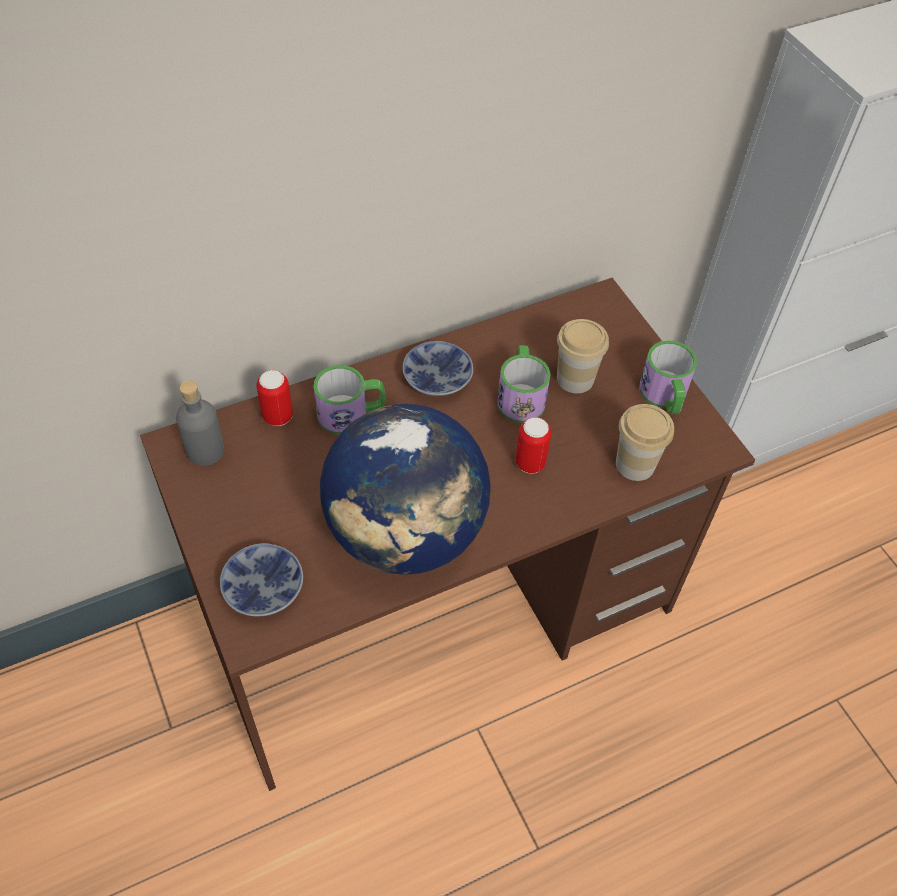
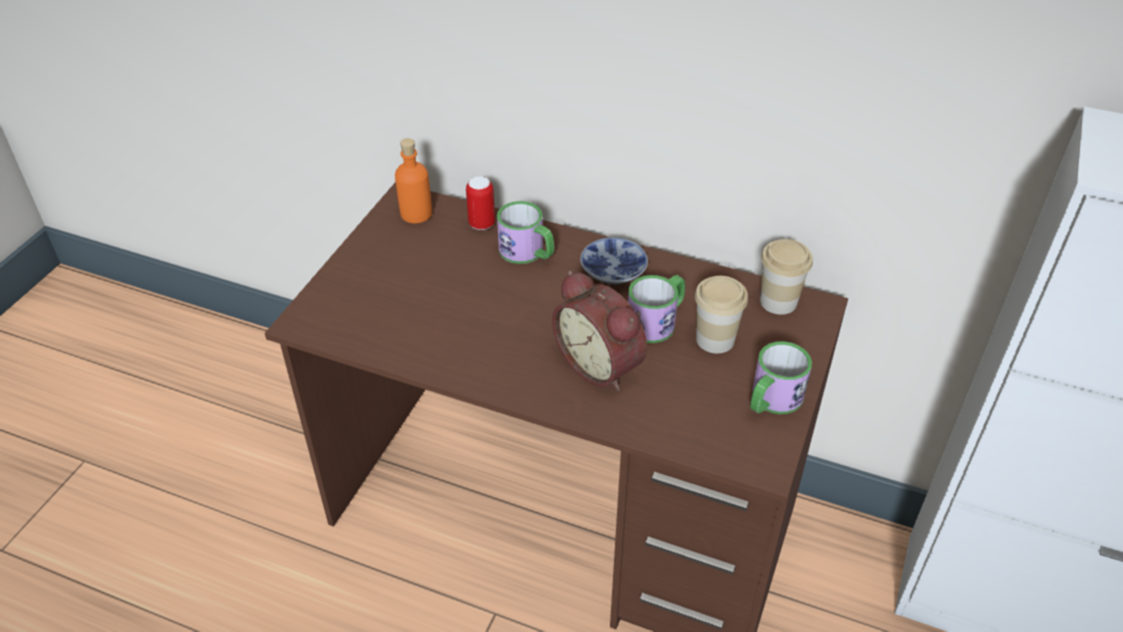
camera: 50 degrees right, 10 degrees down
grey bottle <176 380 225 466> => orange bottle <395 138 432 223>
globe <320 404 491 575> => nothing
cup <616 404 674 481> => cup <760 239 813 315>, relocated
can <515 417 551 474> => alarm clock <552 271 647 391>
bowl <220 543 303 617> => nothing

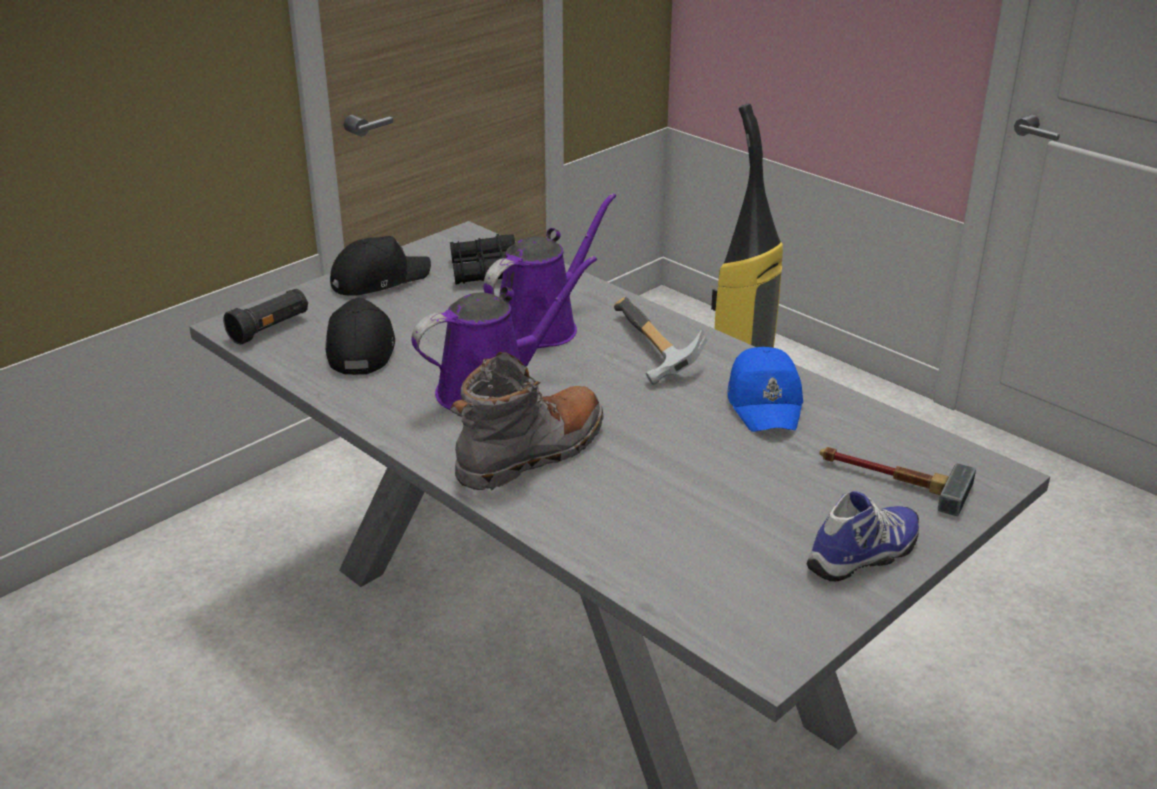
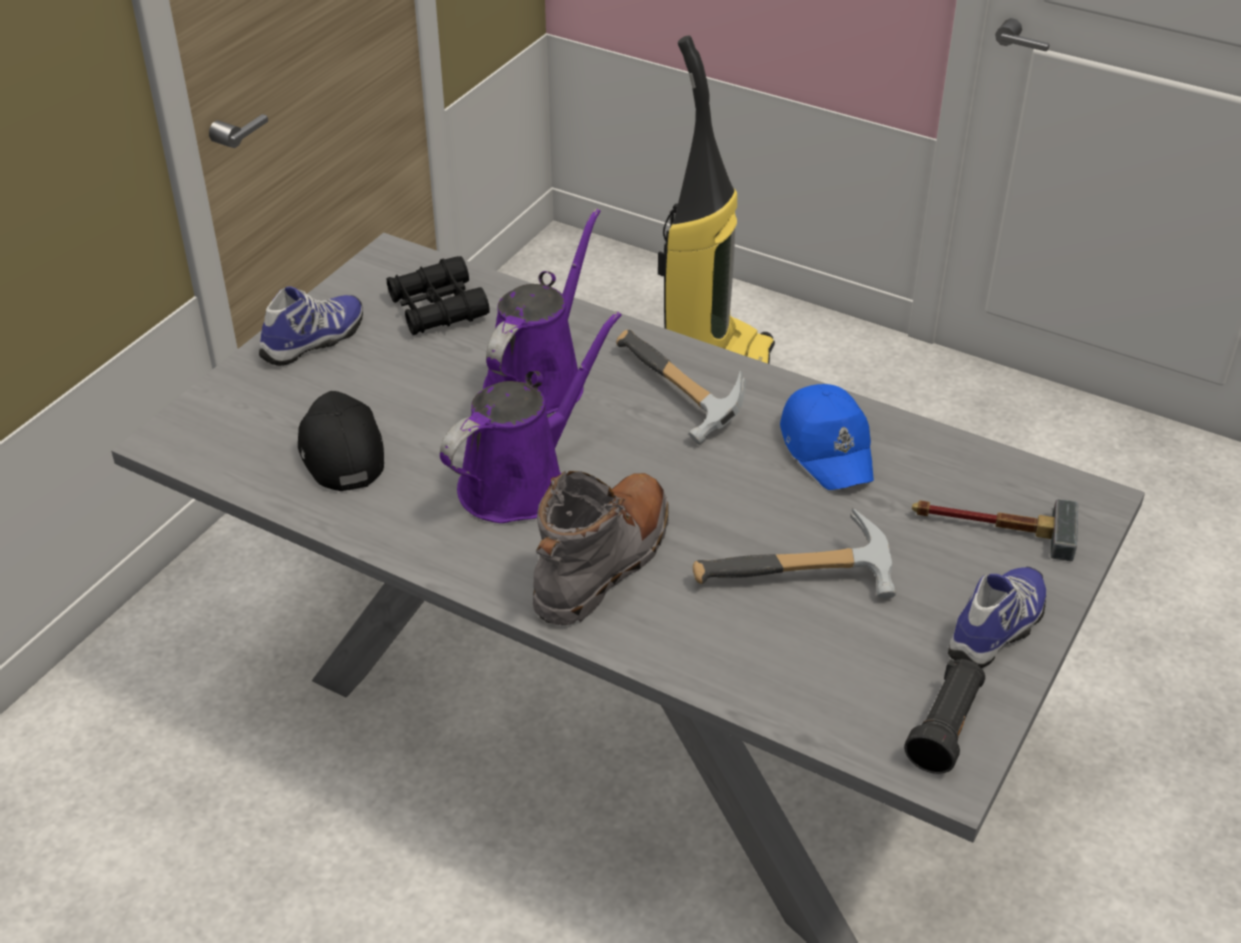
camera: 15 degrees left, 10 degrees up
black cap <330 236 431 296> => shoe <259 287 363 366>
black flashlight <223 289 308 345> => black flashlight <904 659 985 774>, relocated
nothing => hammer <693 508 896 599>

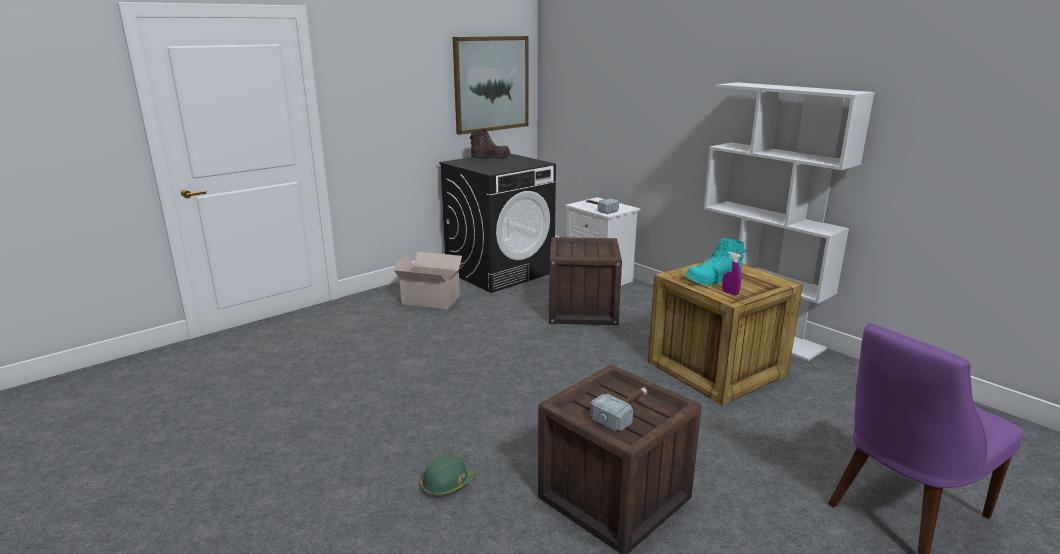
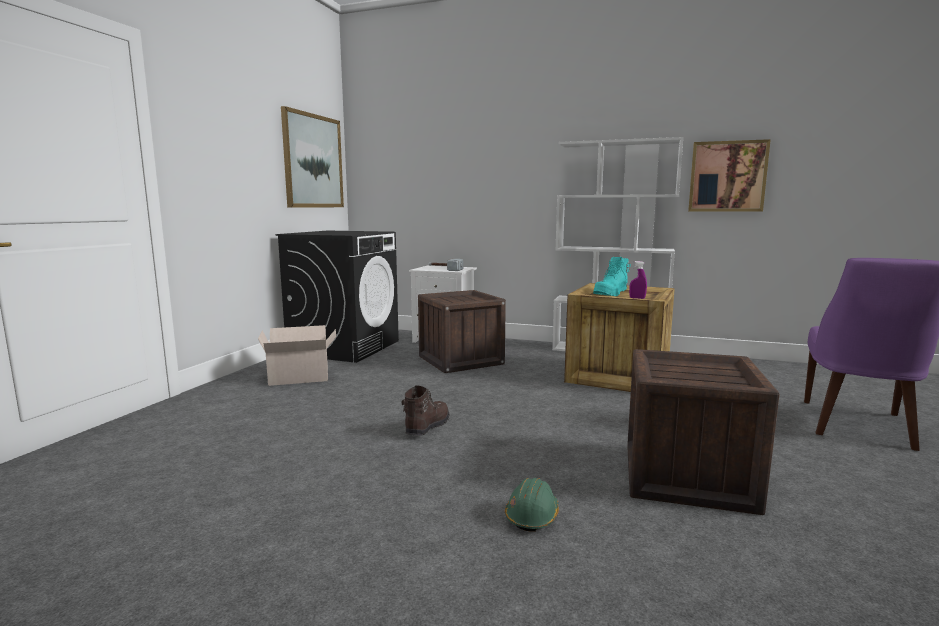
camera: 30 degrees left, 10 degrees down
brown boot <470 129 511 159> => brown boot <402 385 449 436>, relocated
hammer <590 387 647 431> => nothing
nothing => picture <688 139 771 212>

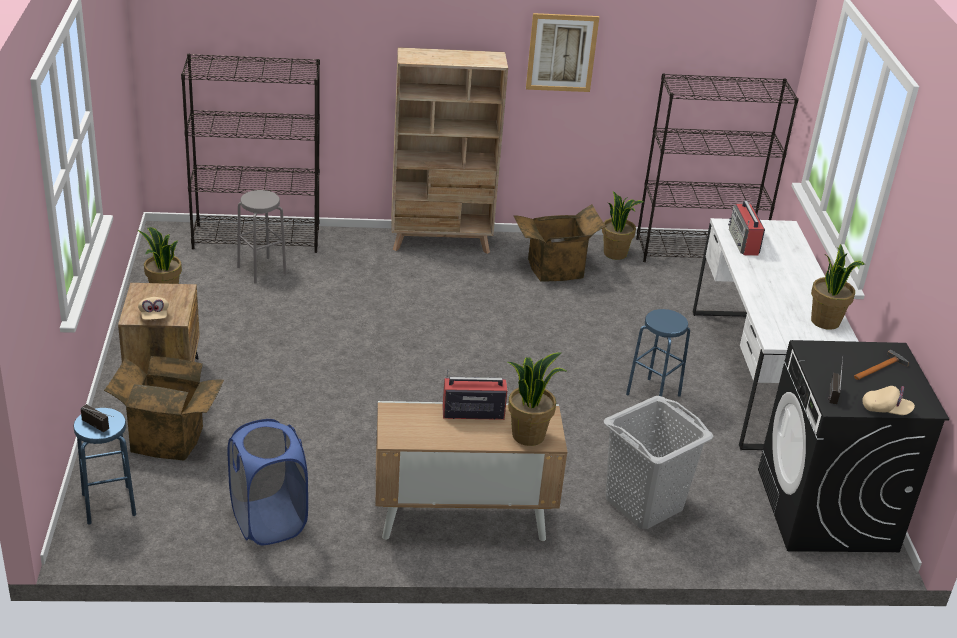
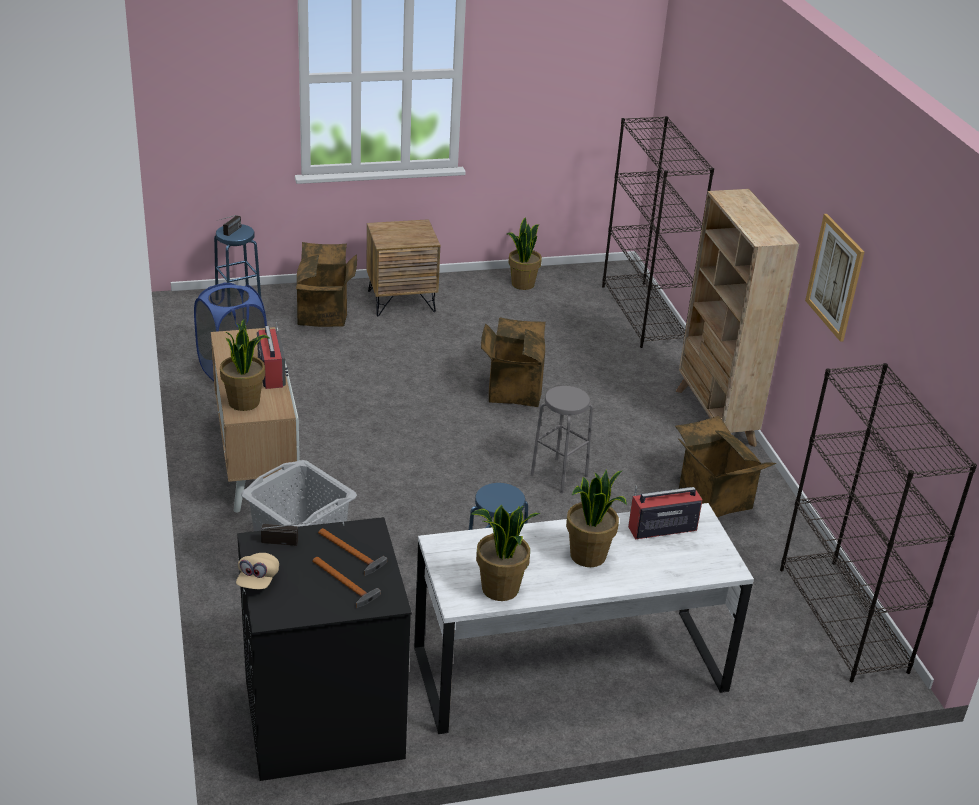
camera: 80 degrees right, 0 degrees up
grey stool <237 190 287 284> => grey stool <531 386 593 493>, relocated
potted plant <602 191 644 260> => potted plant <566 470 627 567>, relocated
beige cap <138 297 169 320> => nothing
nothing => cardboard box <481 317 546 407>
nothing => hammer <318 528 387 576>

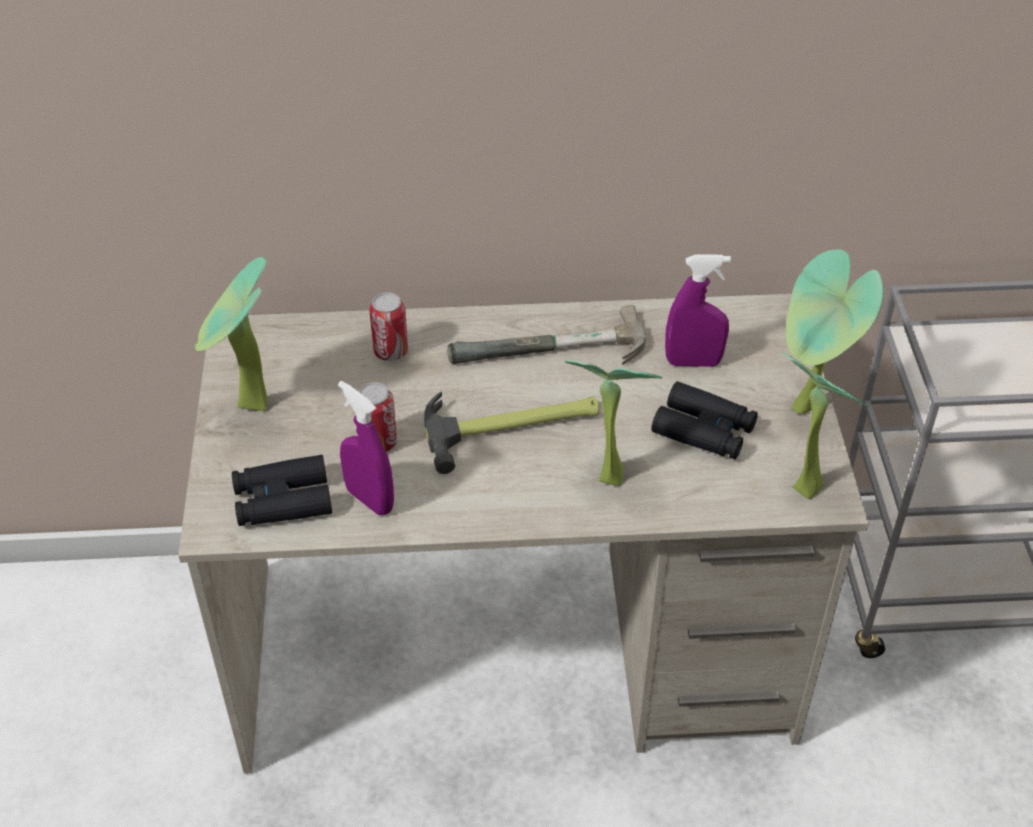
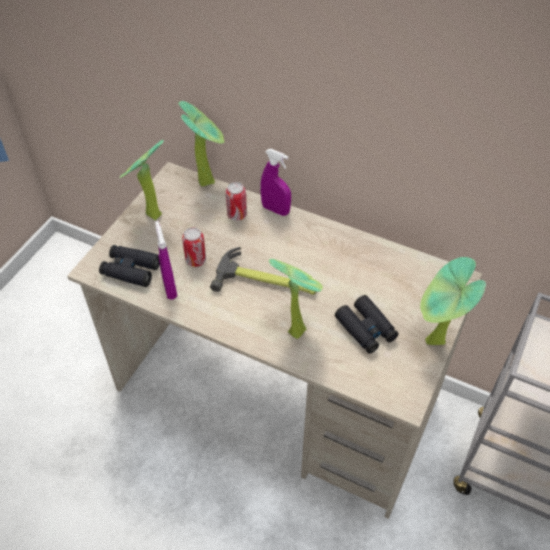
camera: 30 degrees right, 5 degrees up
purple spray bottle <665 254 731 367> => purple spray bottle <260 149 291 216>, relocated
hammer <447 305 646 365> => nothing
potted plant <782 352 868 499> => potted plant <178 101 225 186>, relocated

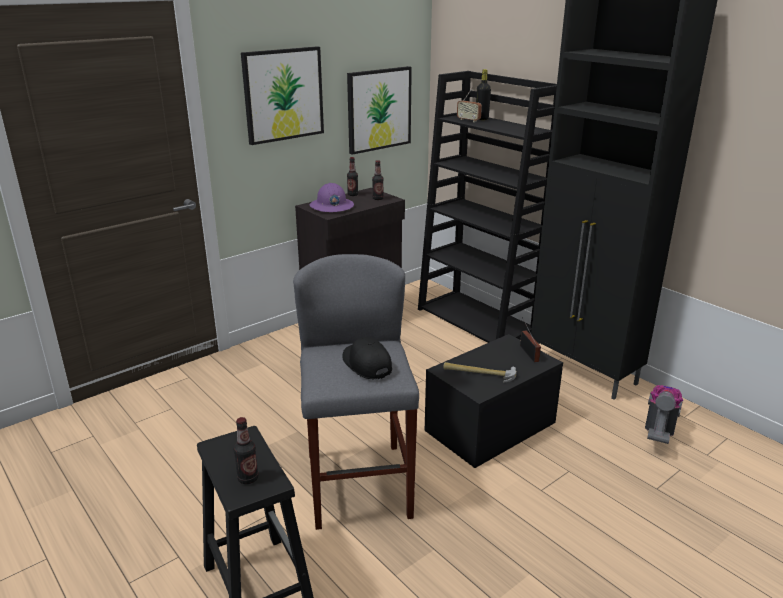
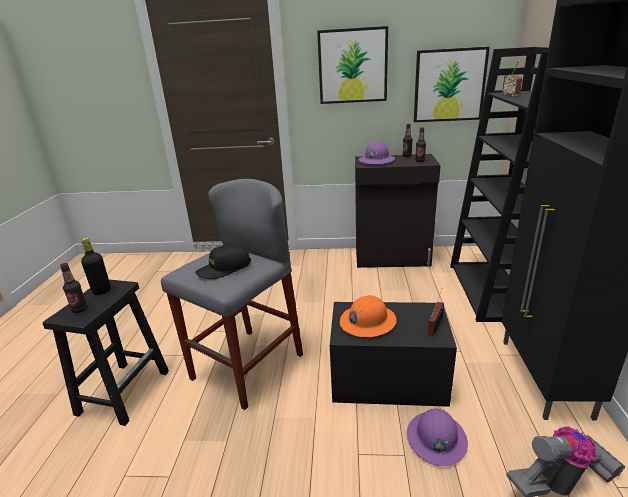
camera: 45 degrees right, 0 degrees up
black bottle <476 69 491 120> => black bottle <81 238 111 295>, relocated
black cap <342 337 392 380> => black cap <195 244 251 279>, 135 degrees counterclockwise
hammer <443 362 517 382> => orange hard hat <340 295 397 337>
nothing => purple hard hat <407 408 468 466>

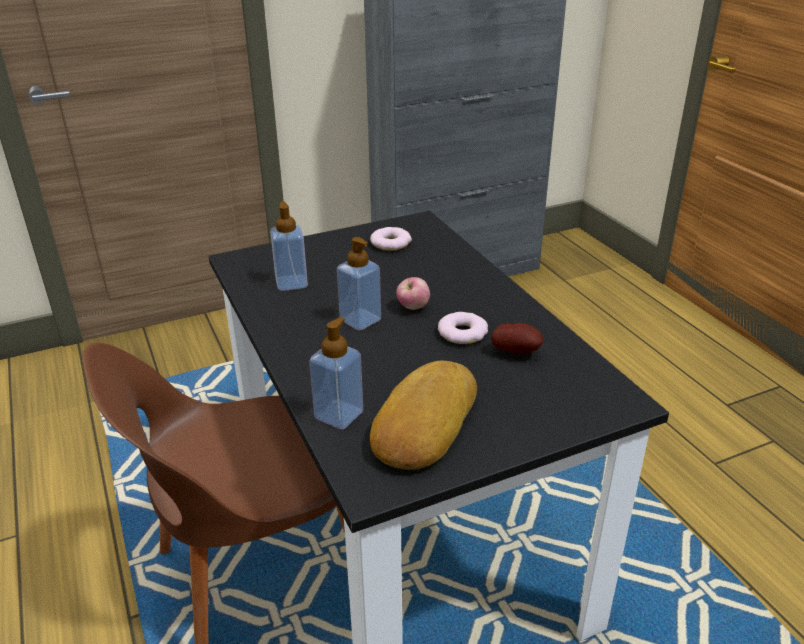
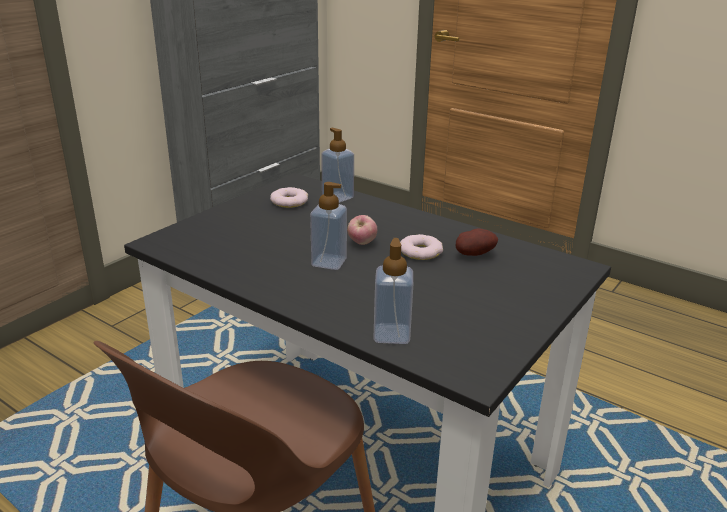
camera: 30 degrees left, 5 degrees down
soap dispenser <270 202 308 291> => soap dispenser <321 128 354 203>, relocated
bread <370 361 477 470> => nothing

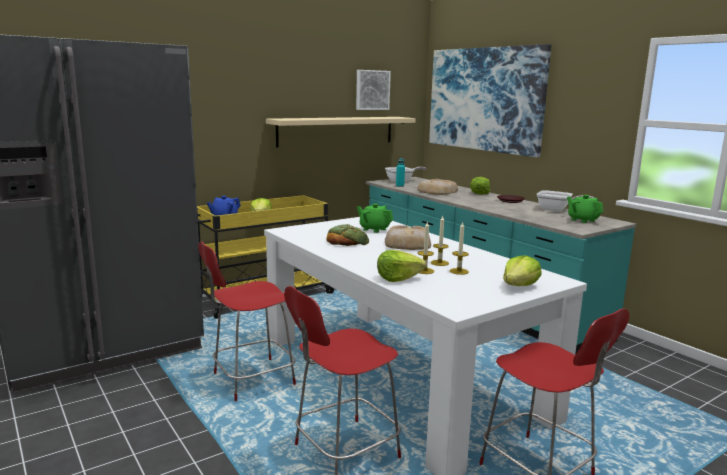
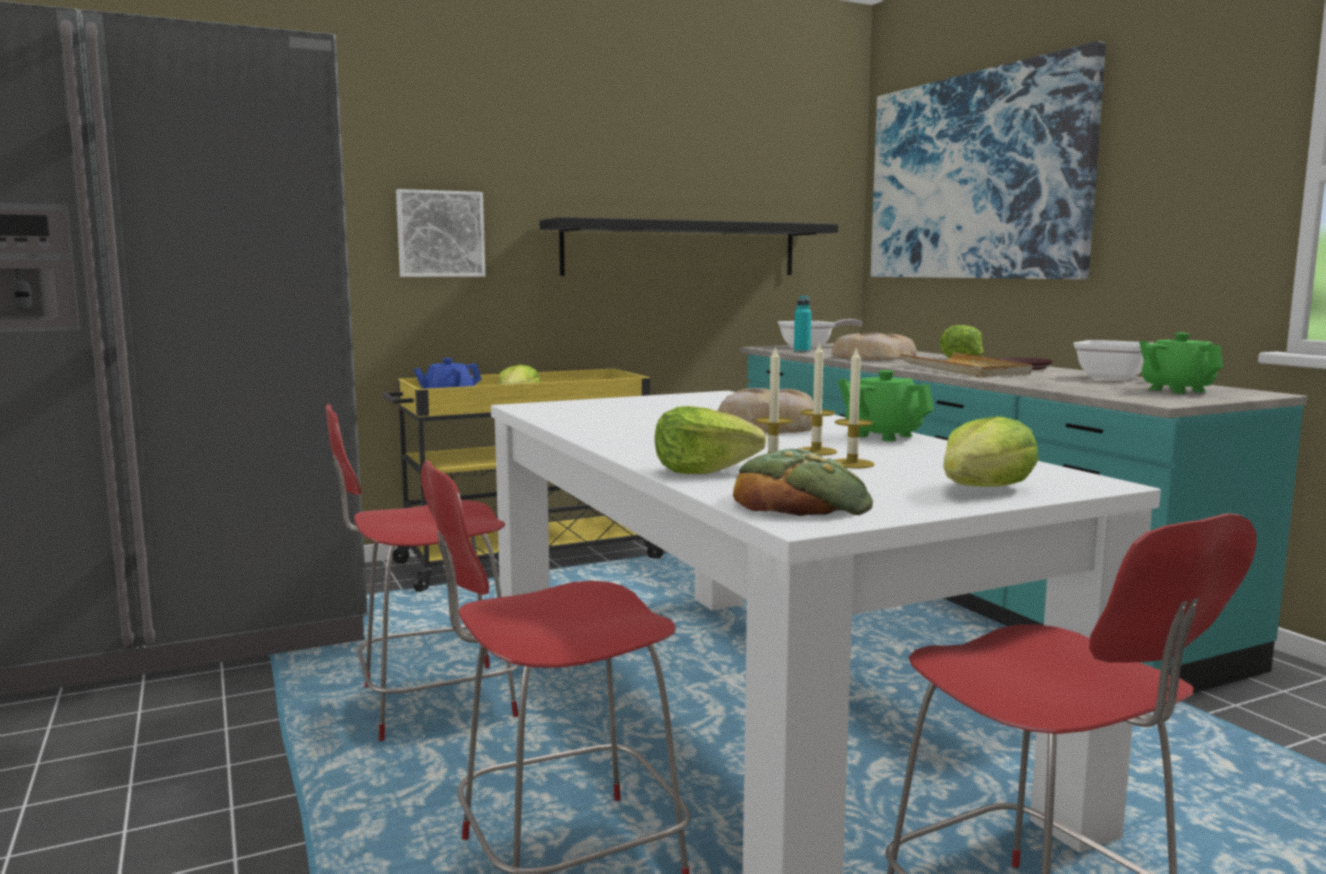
camera: 10 degrees right, 5 degrees down
picture <356 70 391 110> => picture <396 189 485 277>, relocated
beige shelf <266 117 416 148> => black shelf <540 217 838 276>
green teapot <357 203 393 233> => green teapot <838 370 934 441>, relocated
bread <326 224 369 246> => bread <733 448 873 516>, relocated
nothing => beige tray <900 352 1033 377>

